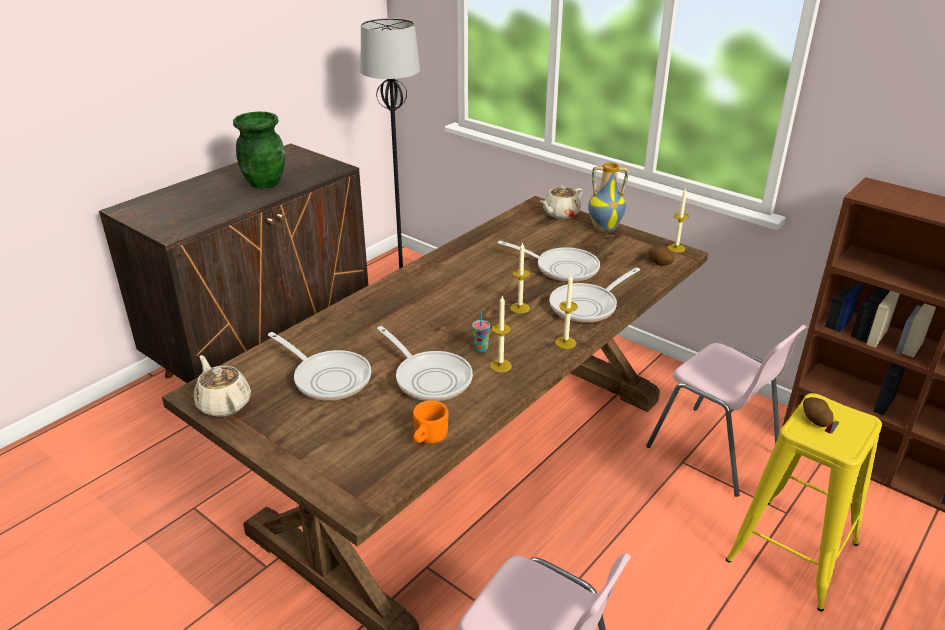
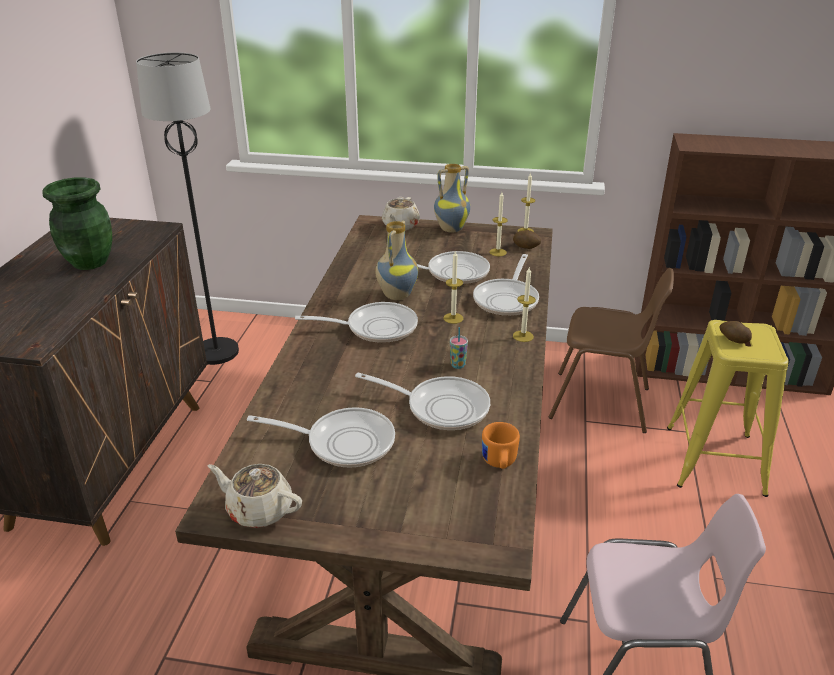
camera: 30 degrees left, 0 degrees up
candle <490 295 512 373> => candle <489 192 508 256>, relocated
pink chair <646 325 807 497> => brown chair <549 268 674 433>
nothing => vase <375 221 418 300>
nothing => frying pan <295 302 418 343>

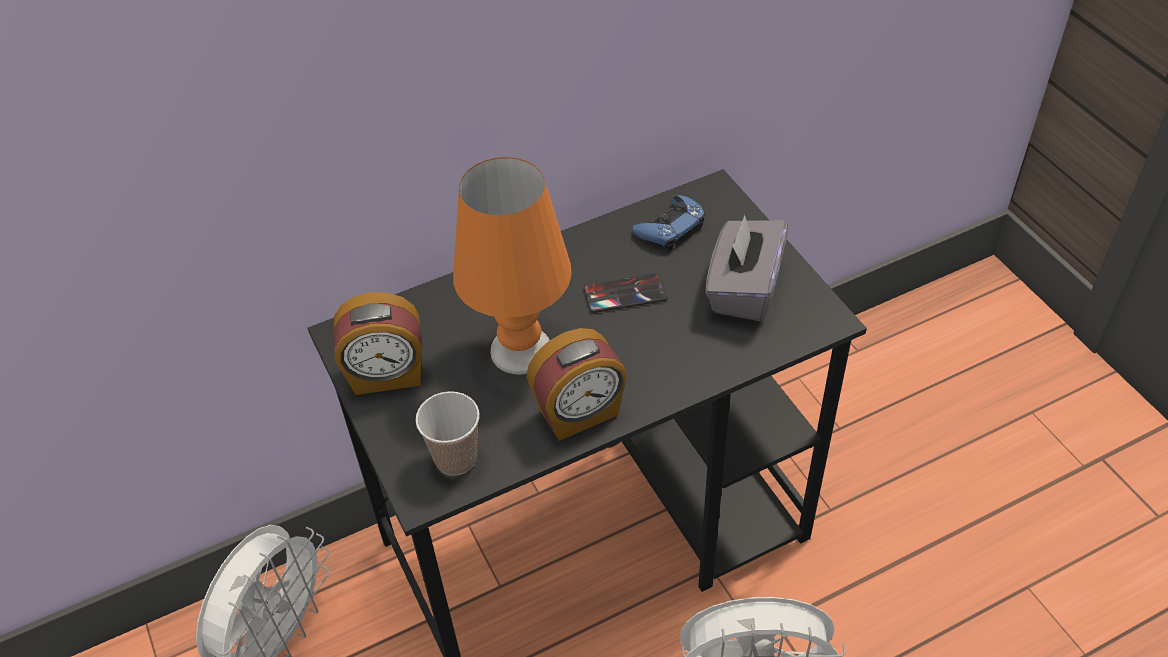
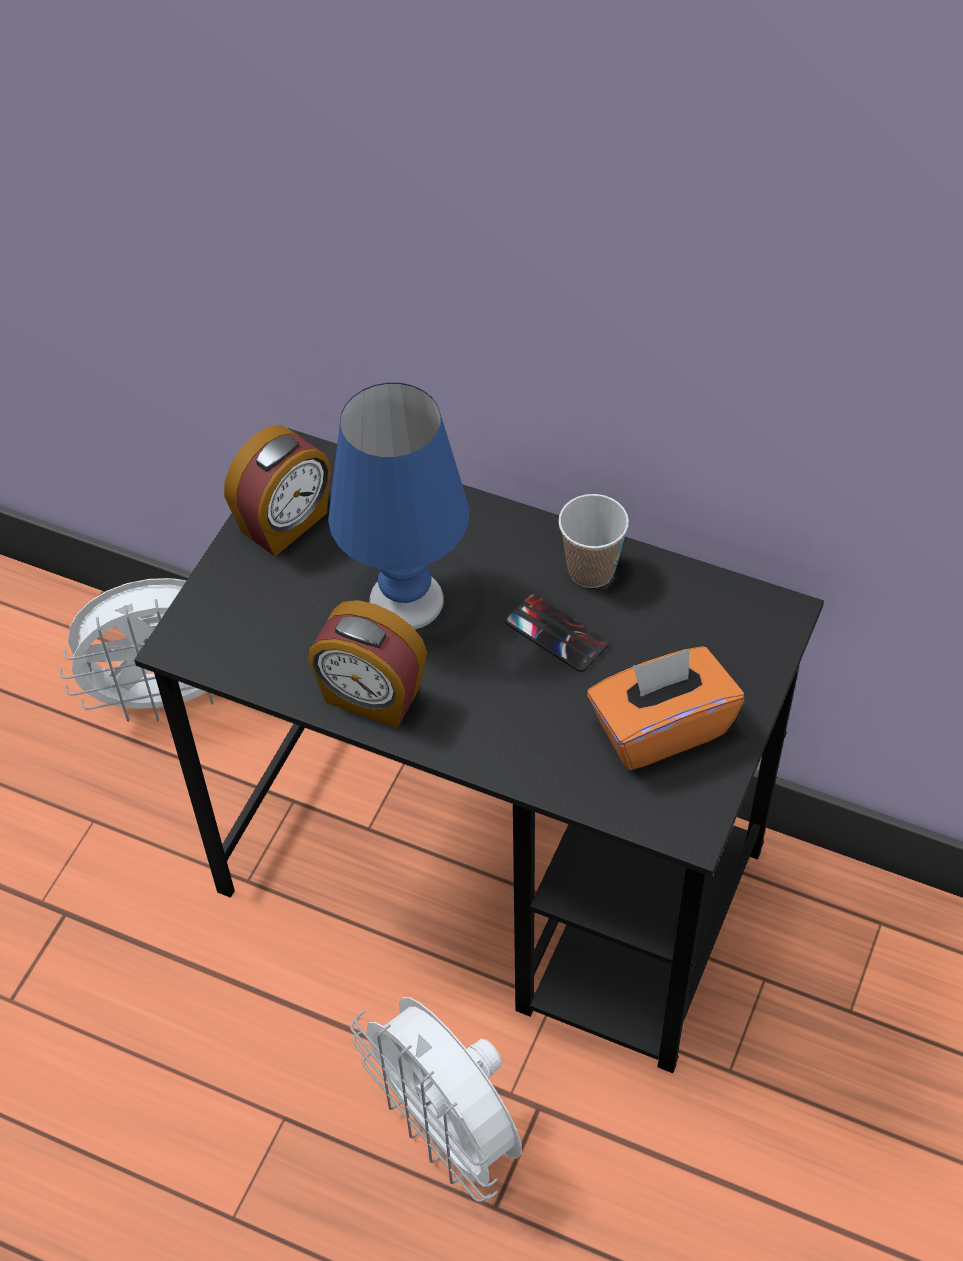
camera: 50 degrees right, 5 degrees up
orange table lamp <453 157 572 375> => blue table lamp <328 383 469 629>
blue game controller <632 195 705 250> => nothing
grey tissue box <705 215 788 321> => orange tissue box <587 646 744 770>
alarm clock <334 292 422 395> => alarm clock <224 425 331 557>, 90 degrees counterclockwise
cup <416 391 479 476> => cup <558 494 629 588>, relocated

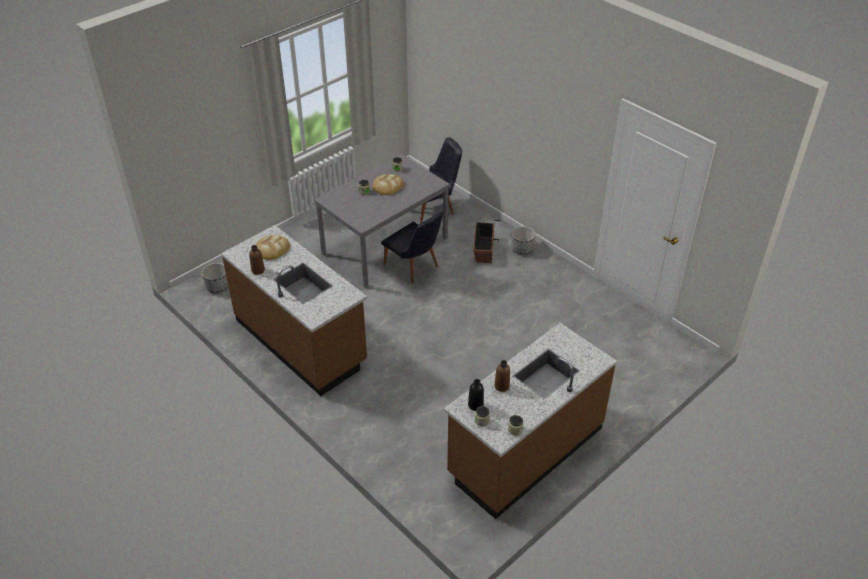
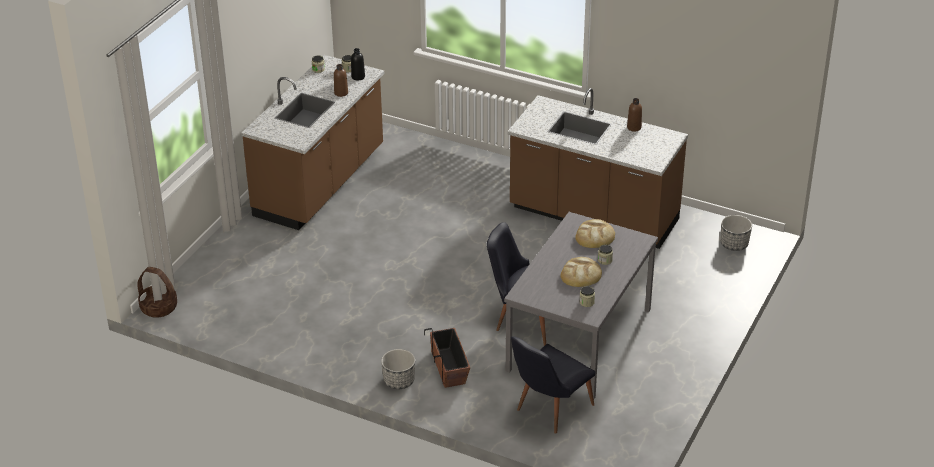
camera: 160 degrees right, 5 degrees down
bread <256 235 290 260> => bread <575 219 615 248>, relocated
nothing => basket <137 267 177 318>

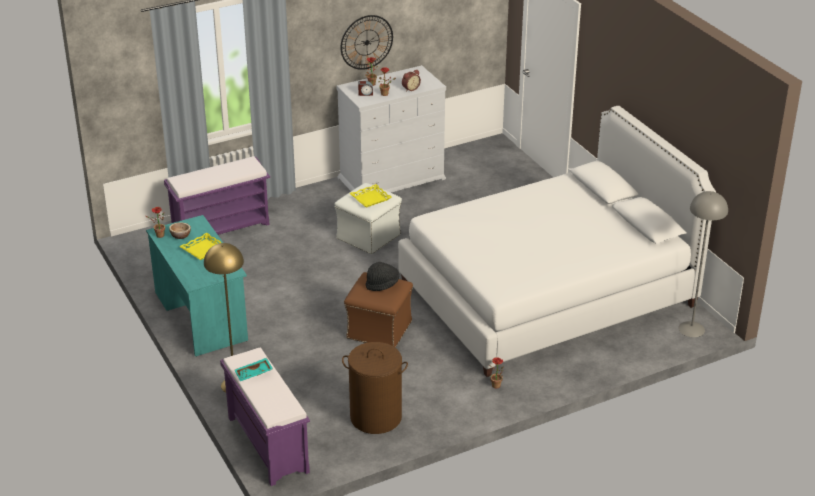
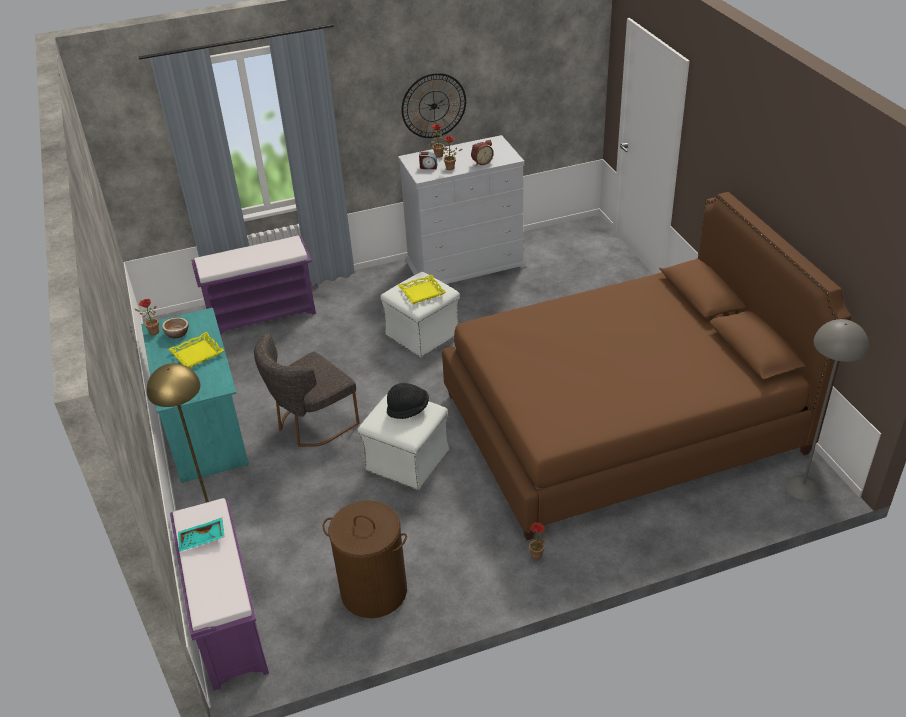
camera: 10 degrees right, 5 degrees up
white bed <398 106 716 377> => brown bed <442 192 851 540>
brown ottoman <344 272 413 348> => white ottoman <358 393 449 490>
nothing => grey chair <254 333 360 447>

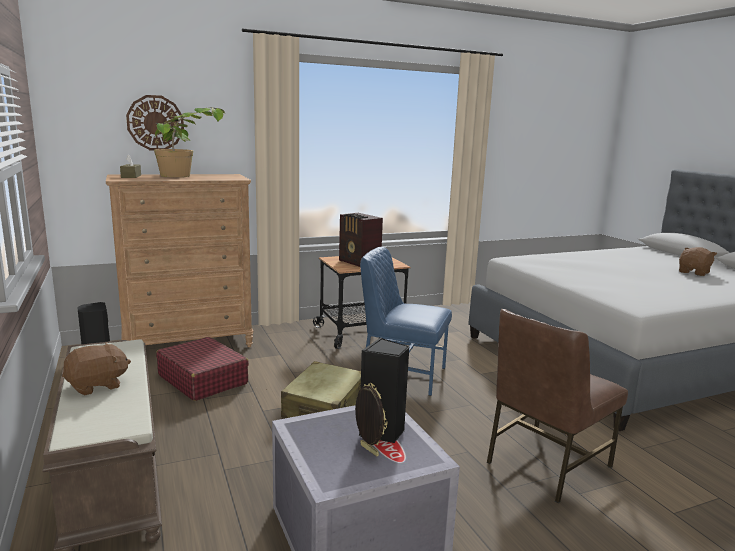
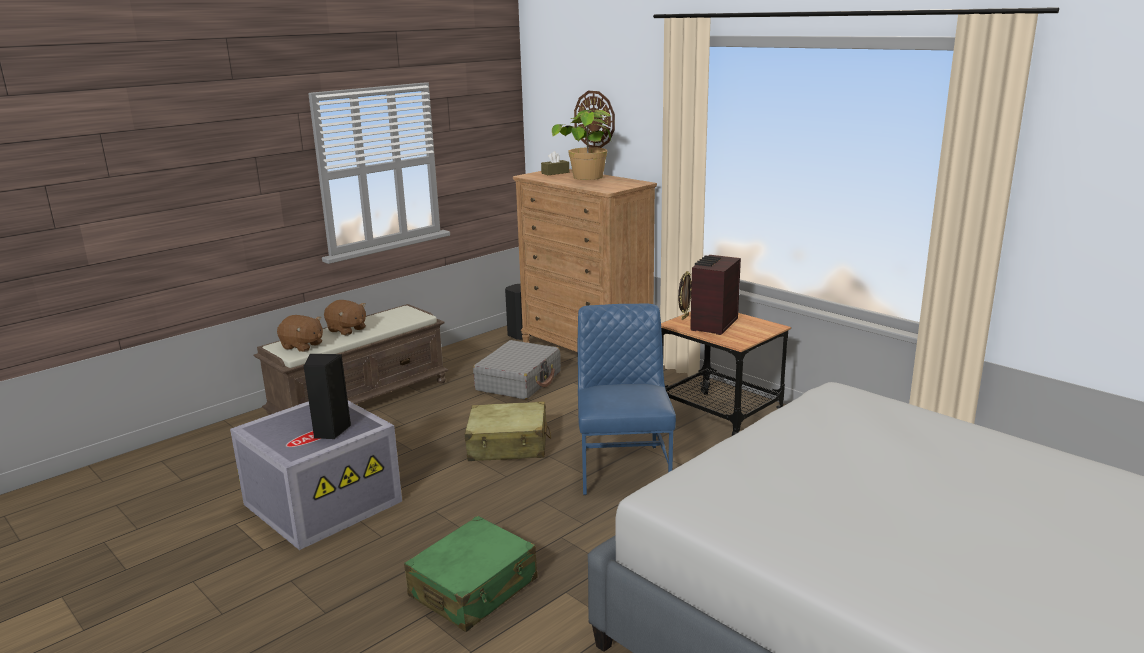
camera: 70 degrees right, 5 degrees up
brown plush toy <679 247 717 276> => brown plush toy <277 315 323 352>, relocated
brown chair <487 309 628 503> => green suitcase <404 516 538 632>
red suitcase <156 337 249 401> => grey suitcase <473 340 561 400>
picture frame <355 383 388 457> => picture frame <678 271 692 320>, relocated

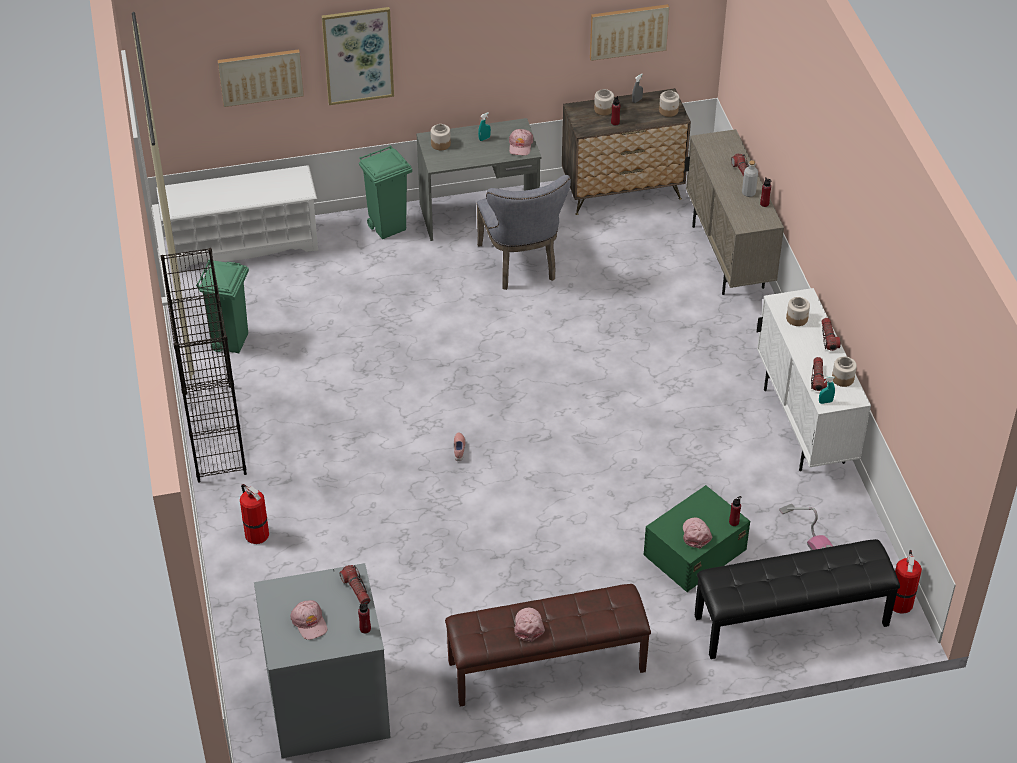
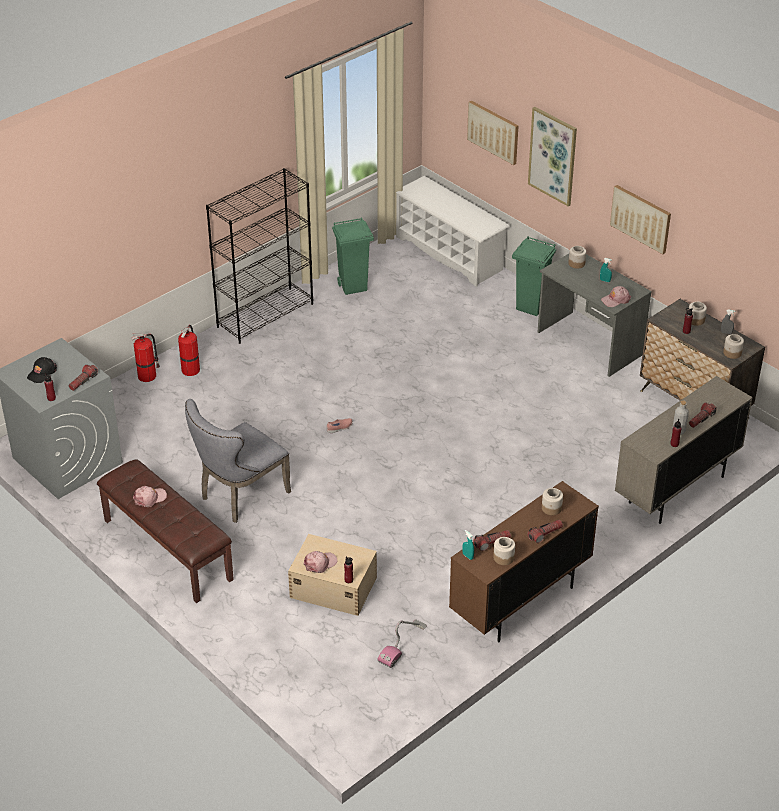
camera: 60 degrees right, 5 degrees down
picture <590 4 669 61> => picture <610 185 671 254>, relocated
grey chair <477 175 571 290> => grey chair <185 399 291 523>, relocated
white cabinet <756 288 871 471> => brown cabinet <449 481 599 642>
green storage box <643 485 750 592> => beige storage box <288 534 377 616>
black bench <695 539 900 659> => nothing
fire extinguisher <893 550 922 614> => fire extinguisher <131 333 160 382>, relocated
pink cap <291 600 328 640> => black cap <27 357 57 383>

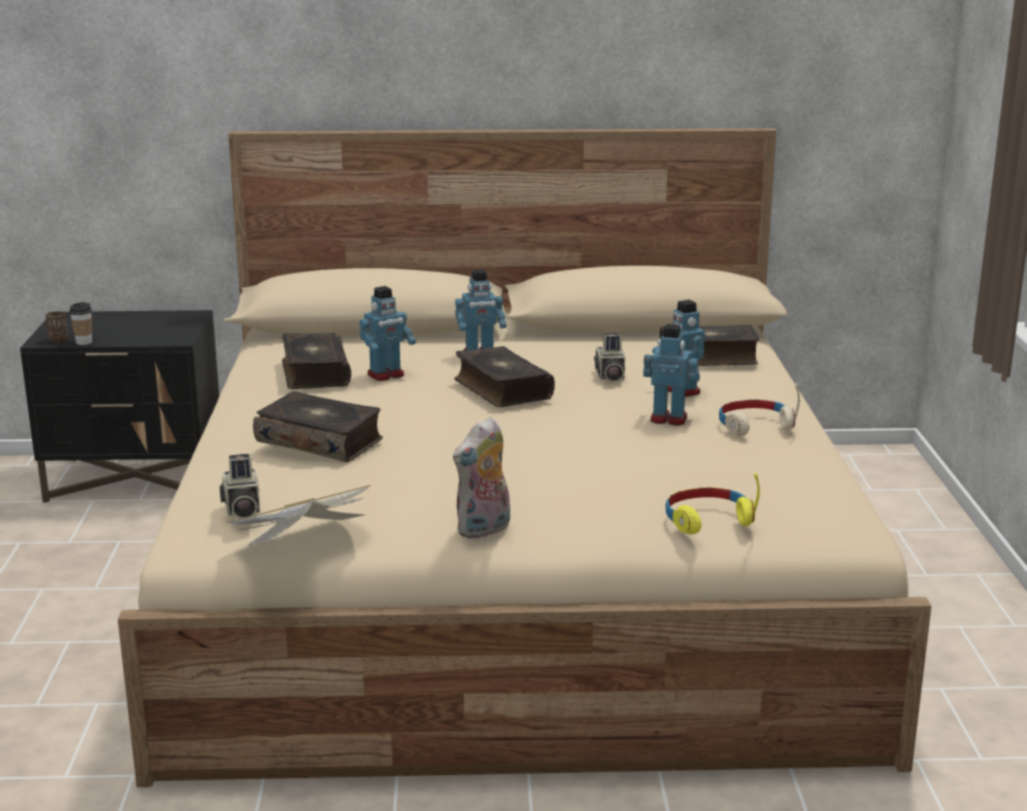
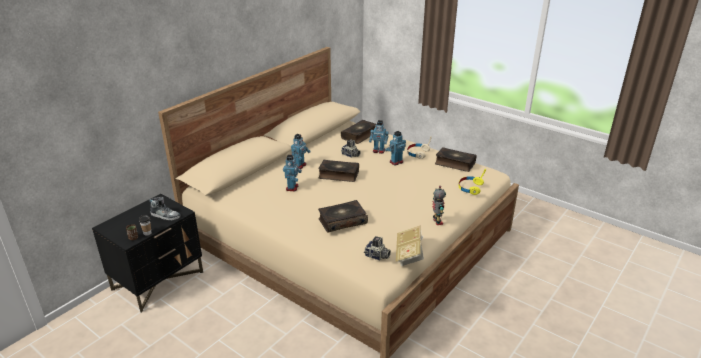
camera: 50 degrees left, 10 degrees up
book <282 333 351 389> => book <435 147 476 172>, relocated
plush toy <453 417 510 539> => toy robot <432 186 446 225>
nothing => shoe <149 197 180 220>

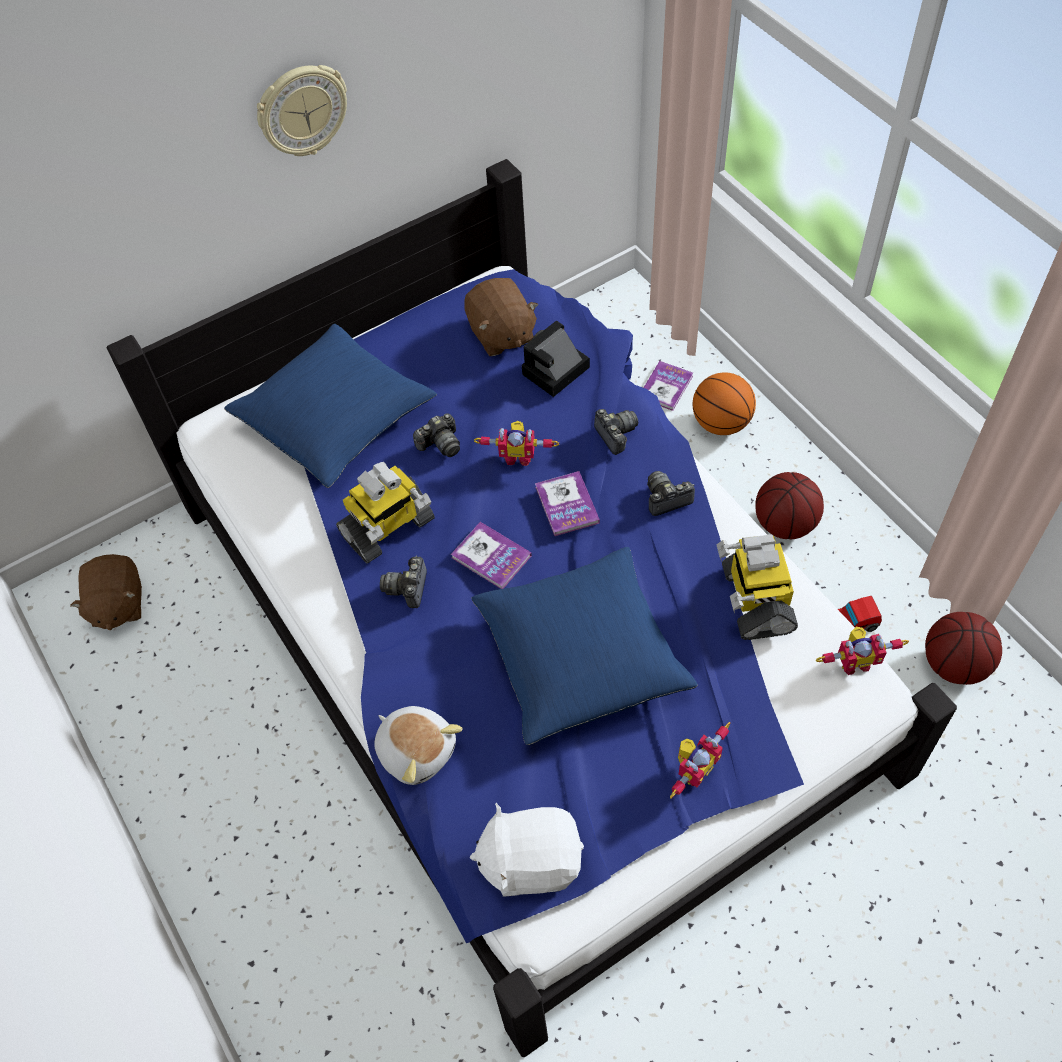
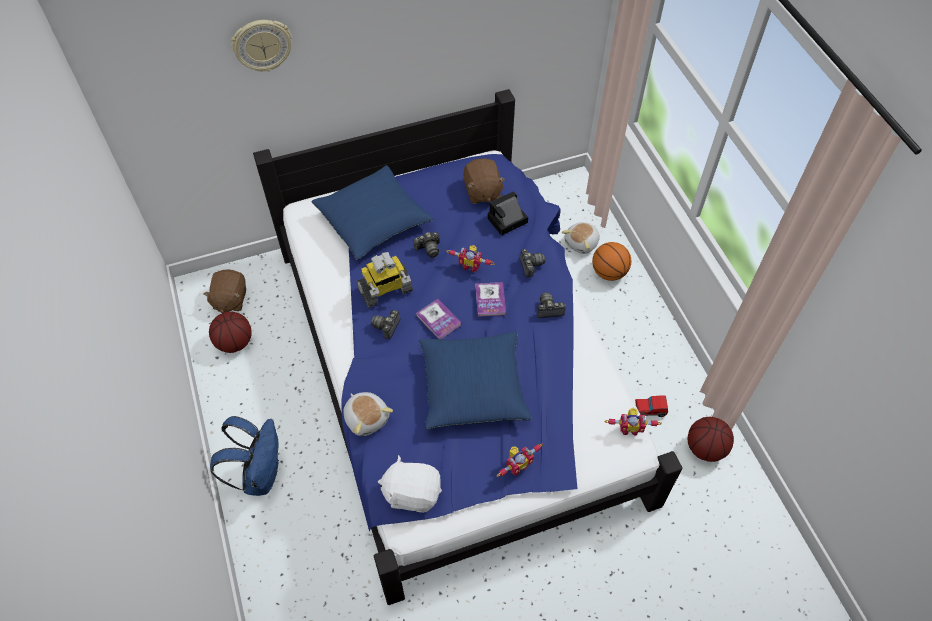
camera: 10 degrees right, 0 degrees up
wall clock <257 65 347 156> => wall clock <231 20 292 72>, relocated
book <643 361 693 411> => plush toy <562 222 600 254>
basketball <755 472 824 539> => basketball <209 312 252 353>, relocated
toy robot <716 534 798 640> => nothing
nothing => blue backpack <210 416 279 496>

